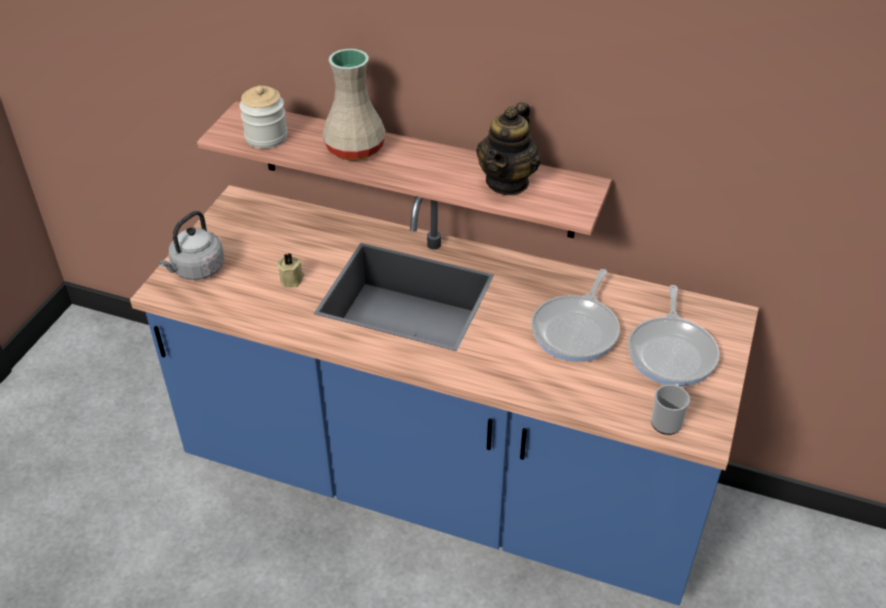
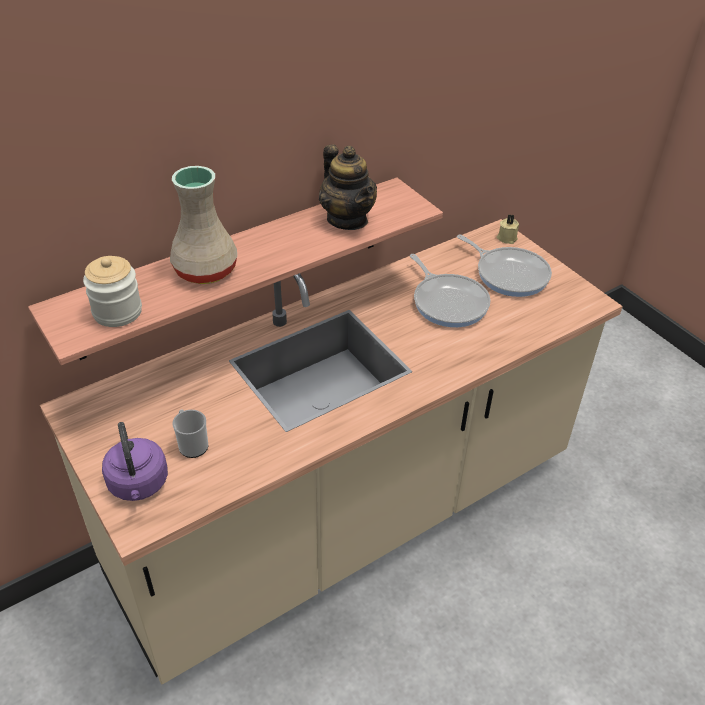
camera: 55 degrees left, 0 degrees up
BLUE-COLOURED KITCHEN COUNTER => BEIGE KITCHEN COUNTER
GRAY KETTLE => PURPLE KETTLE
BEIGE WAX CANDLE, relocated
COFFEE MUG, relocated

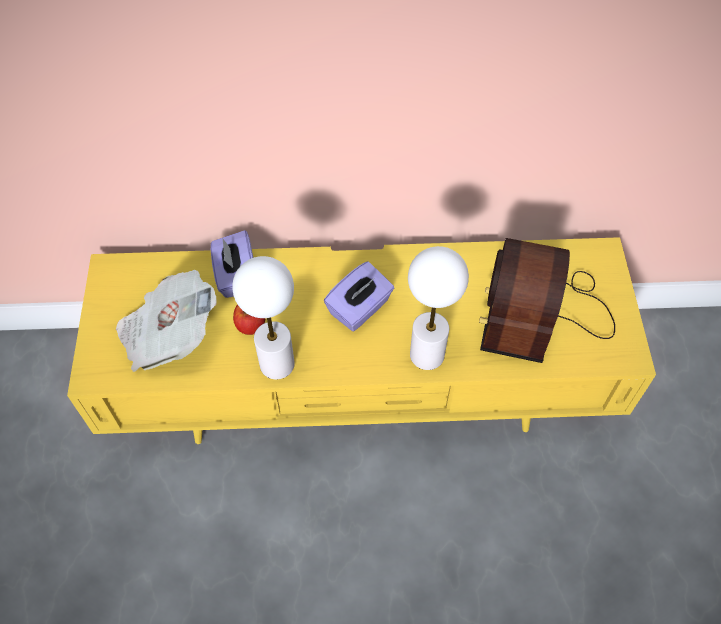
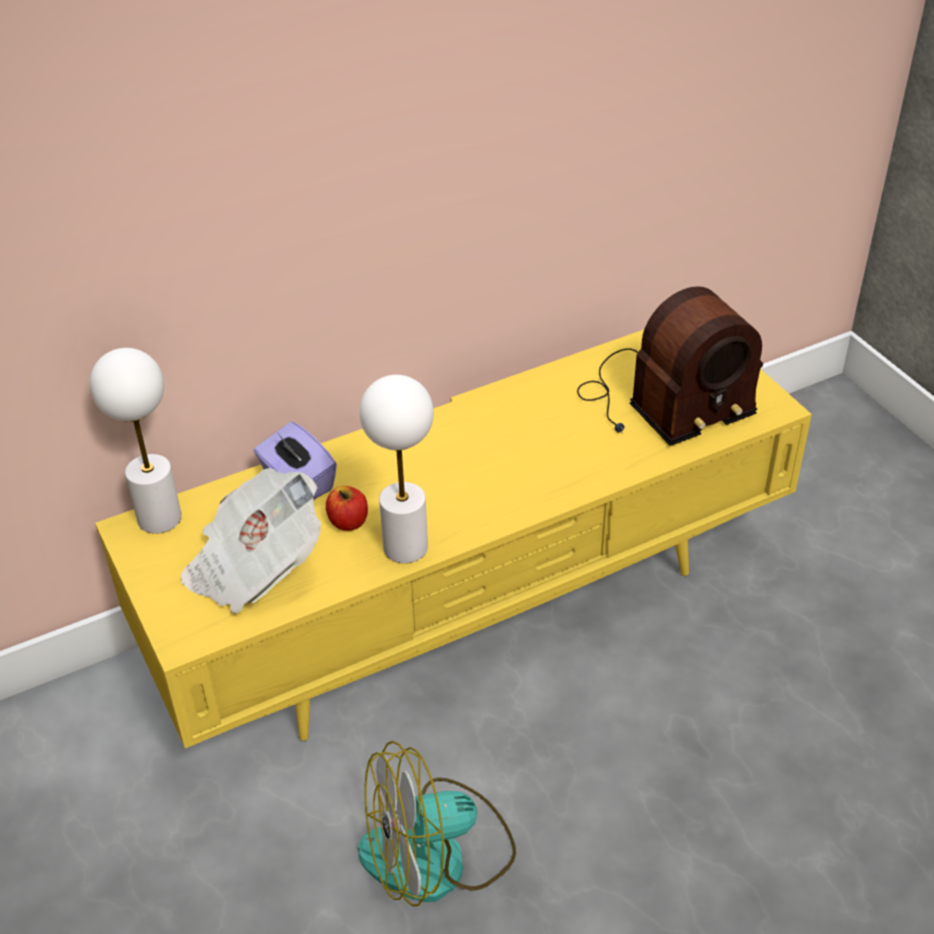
camera: 25 degrees left, 15 degrees down
PURPLE TISSUE BOX (no. 2 from left) => nothing
WHITISH LAMP FOR A TABLE (no. 2 from left in the first image) => WHITISH LAMP FOR A TABLE (no. 1 from left), relocated
RADIO SET, 105 degrees counterclockwise
nothing => COOLING FAN

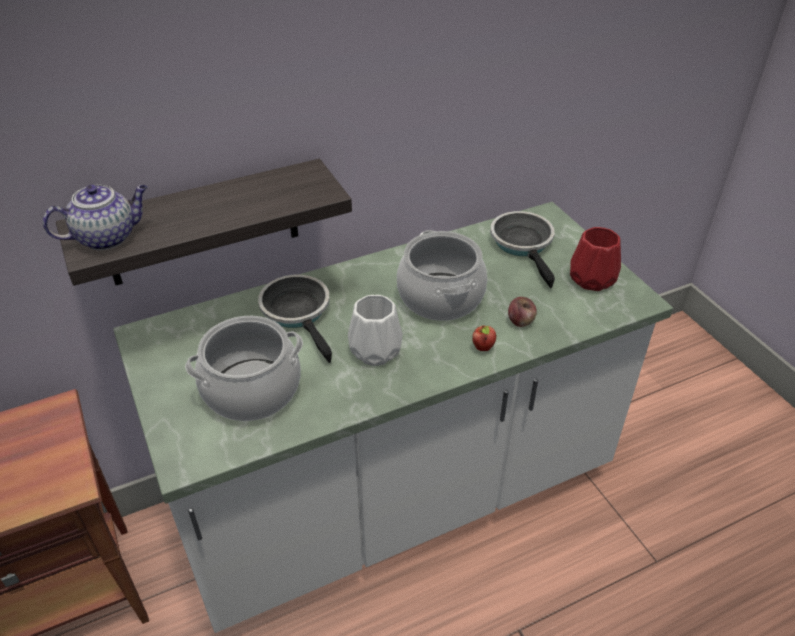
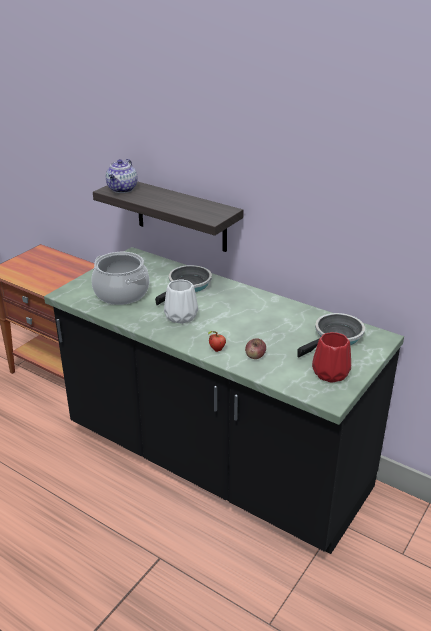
camera: 60 degrees right, 10 degrees down
TEA POT, 75 degrees clockwise
WHITISH KITCHEN COUNTER => BLACK-COLOURED KITCHEN COUNTER
SAUCEPOT (no. 2 from left) => nothing

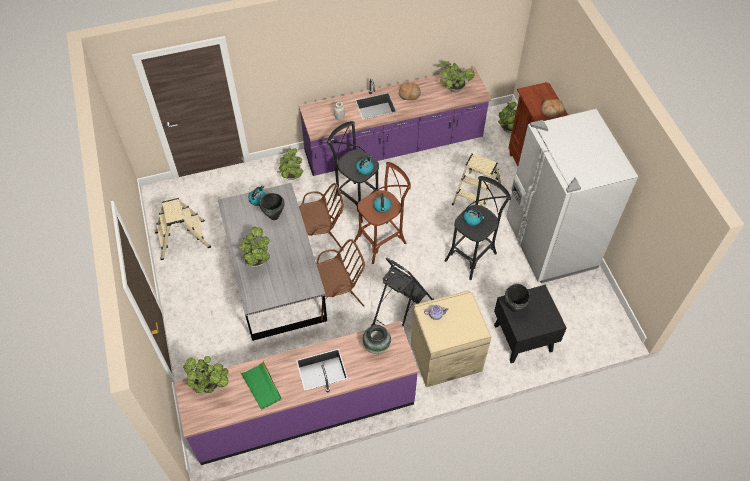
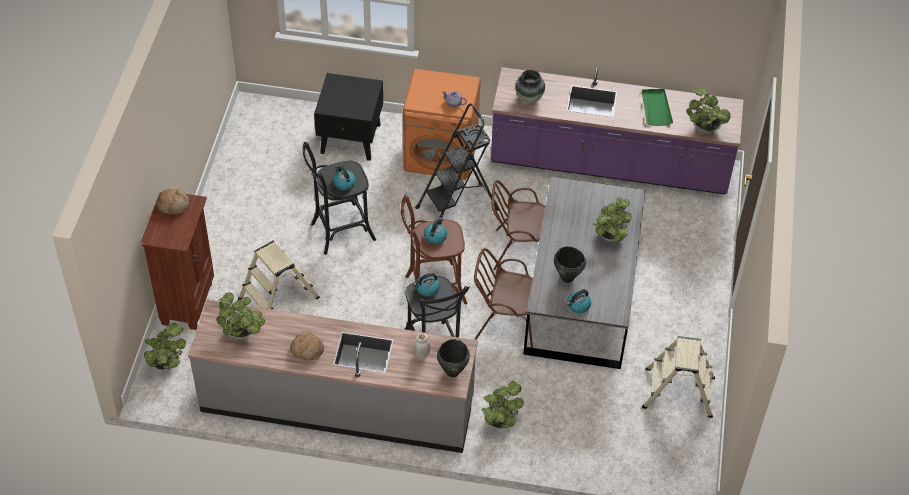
camera: 155 degrees left, 5 degrees down
PURPLE KITCHEN COUNTER (no. 2 from left) => GRAY KITCHEN COUNTER
BEIGE LAUNDRY MACHINE => ORANGE LAUNDRY MACHINE
BLACK-COLOURED SAUCEPOT (no. 2 from left in the first image) => BLACK-COLOURED SAUCEPOT (no. 1 from left), relocated
WHITISH KITCHEN FRIDGE => nothing

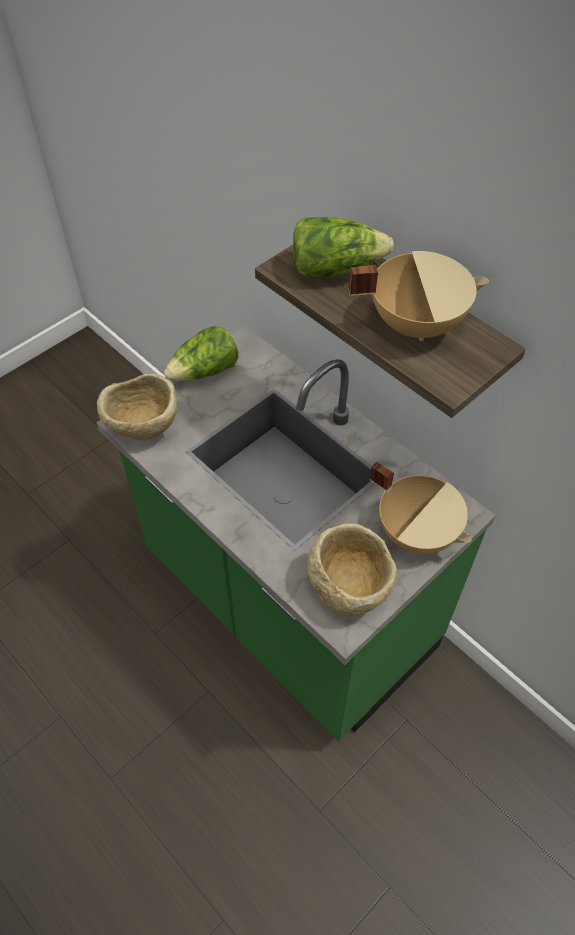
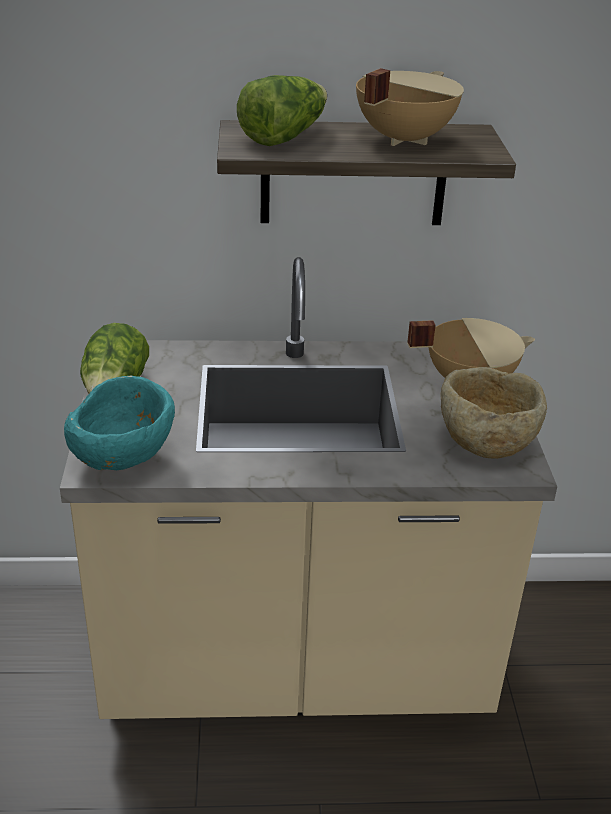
camera: 50 degrees left, 20 degrees down
GREENISH KITCHEN COUNTER => BEIGE KITCHEN COUNTER
BEIGE BOWL (no. 1 from left) => BLUE-GREEN BOWL

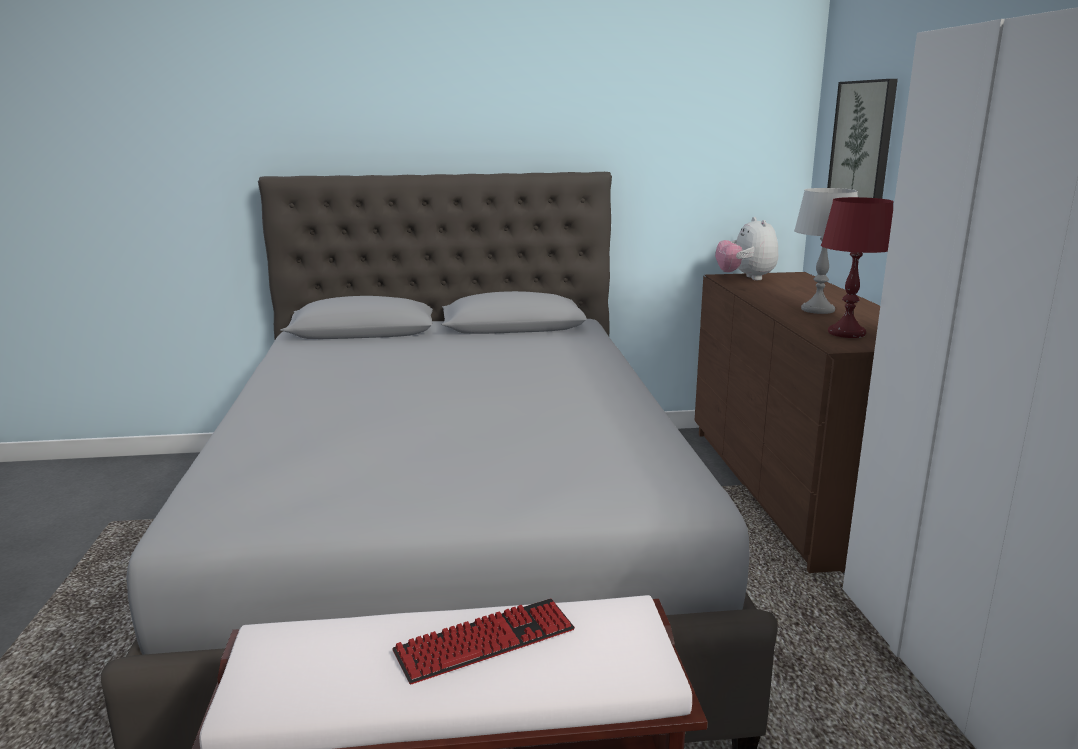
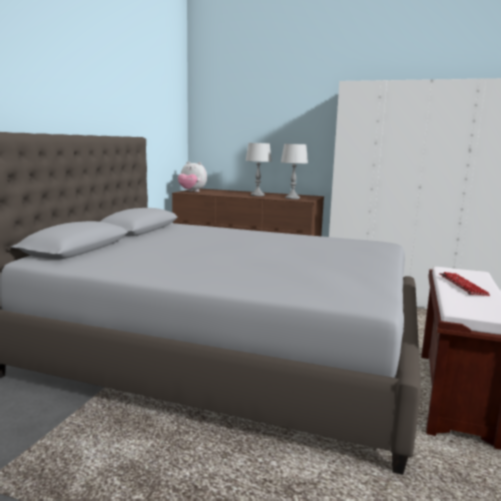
camera: 65 degrees left, 5 degrees down
RED LAMP FOR A TABLE => GRAY LAMP FOR A TABLE (no. 2 from left)
PICTURE => nothing

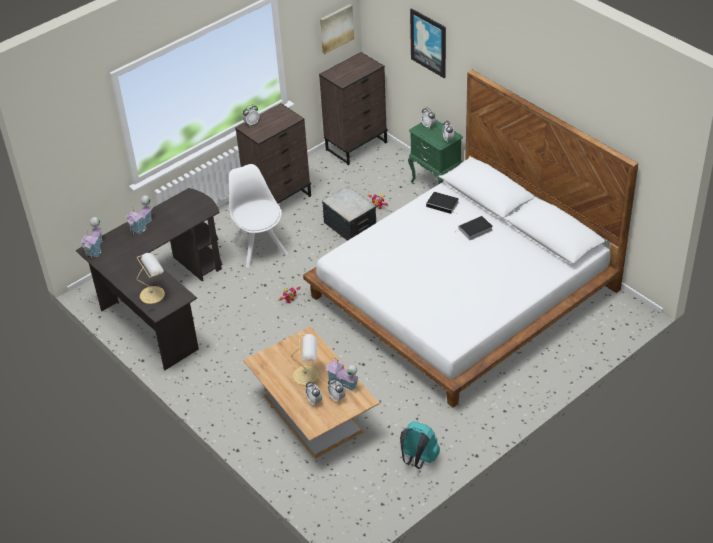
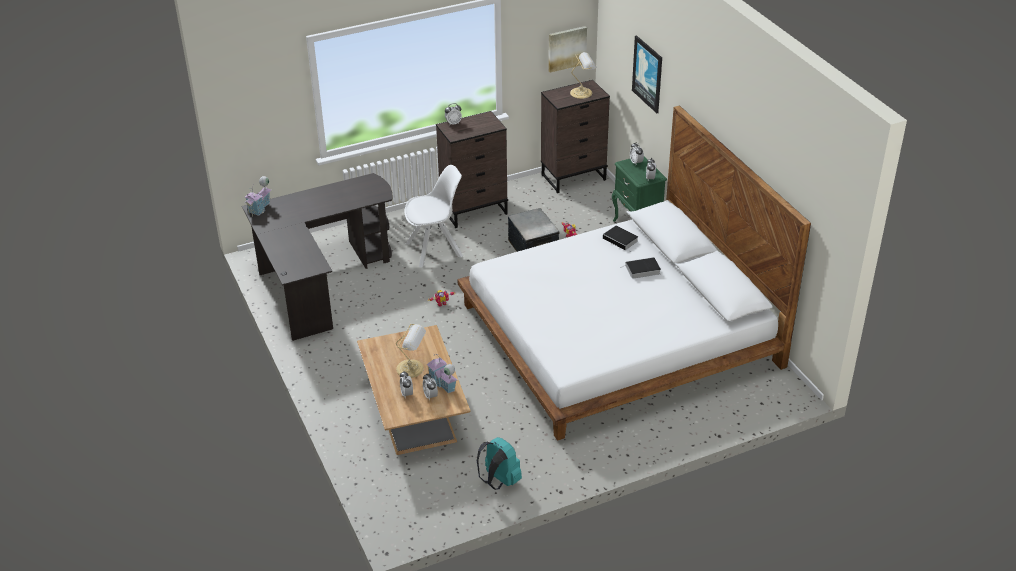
camera: 15 degrees right, 5 degrees down
TOY HOUSE (no. 2 from left) => nothing
LAMP FOR A TABLE (no. 1 from left in the first image) => LAMP FOR A TABLE (no. 2 from left), relocated
WHITISH UPRIGHT CHAIR, 75 degrees clockwise

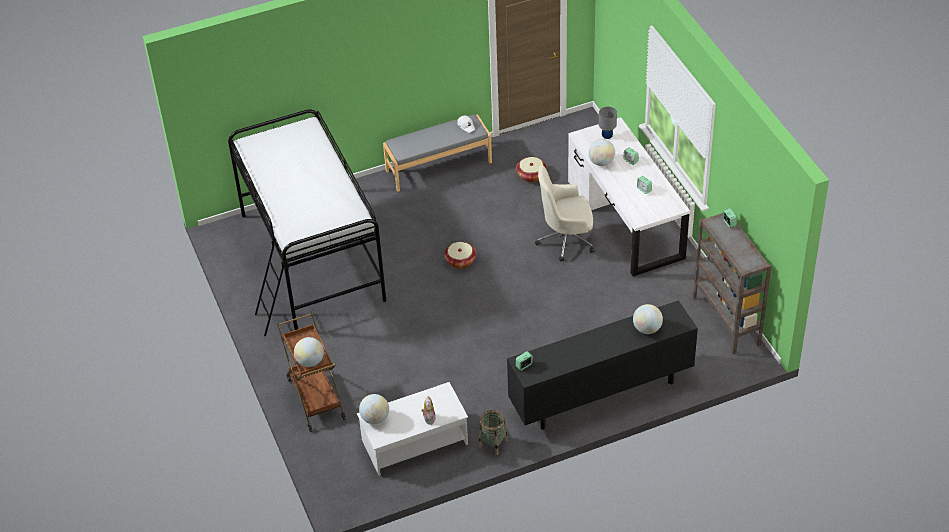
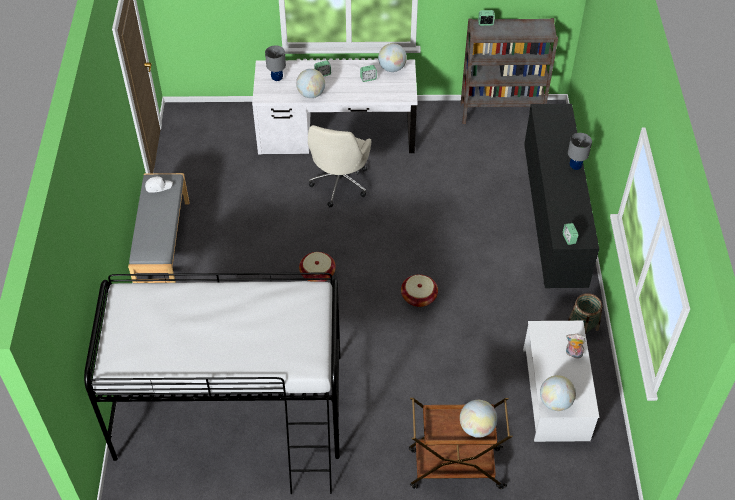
camera: 70 degrees left, 5 degrees up
HOUSEHOLD BASKET (no. 3 from left in the first image) => HOUSEHOLD BASKET (no. 2 from left), relocated
WORLD GLOBE (no. 4 from left in the first image) => WORLD GLOBE (no. 2 from left), relocated
nothing => GRAY LAMP FOR A TABLE (no. 2 from left)

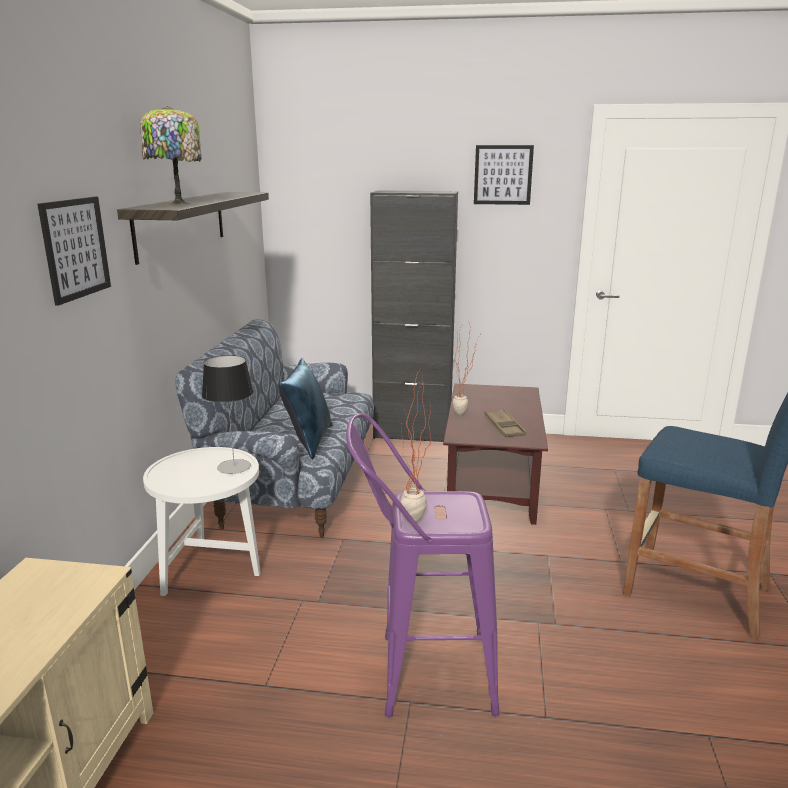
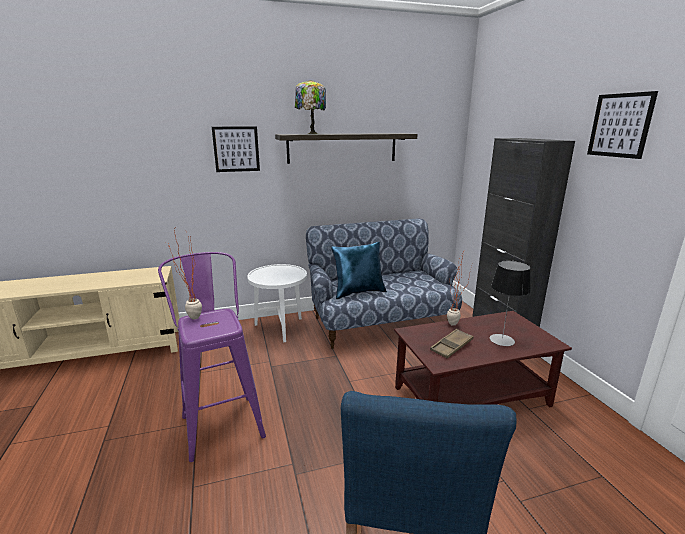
camera: 65 degrees right, 0 degrees up
LAMP FOR A TABLE (no. 2 from left), relocated

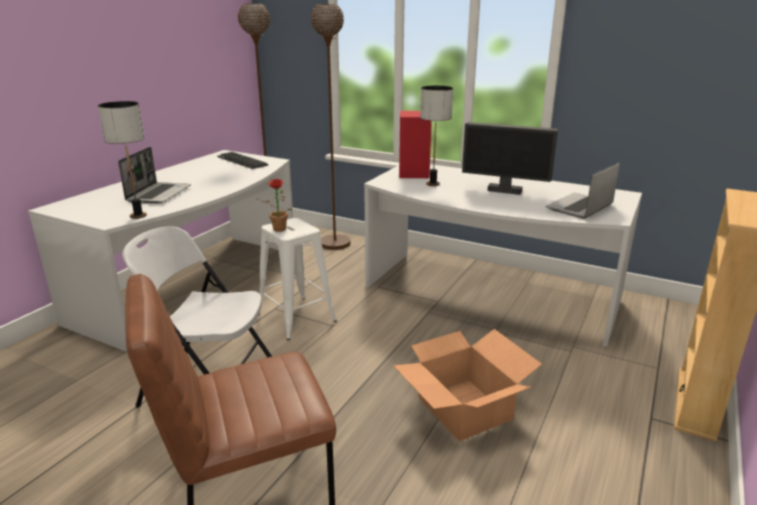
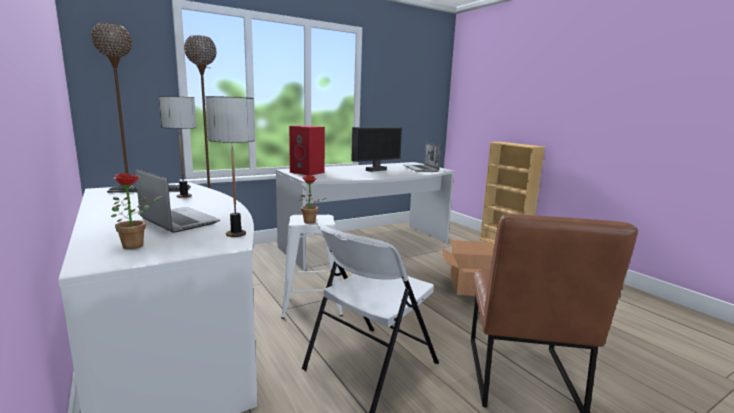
camera: 60 degrees left, 10 degrees down
LAMP FOR A TABLE (no. 2 from left in the first image) => LAMP FOR A TABLE (no. 1 from left), relocated
nothing => HOUSEPLANT (no. 1 from left)

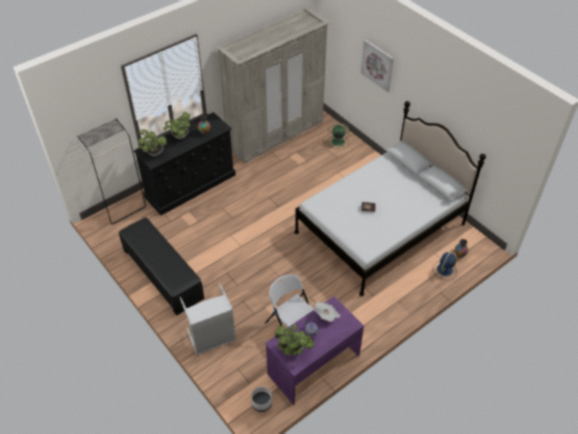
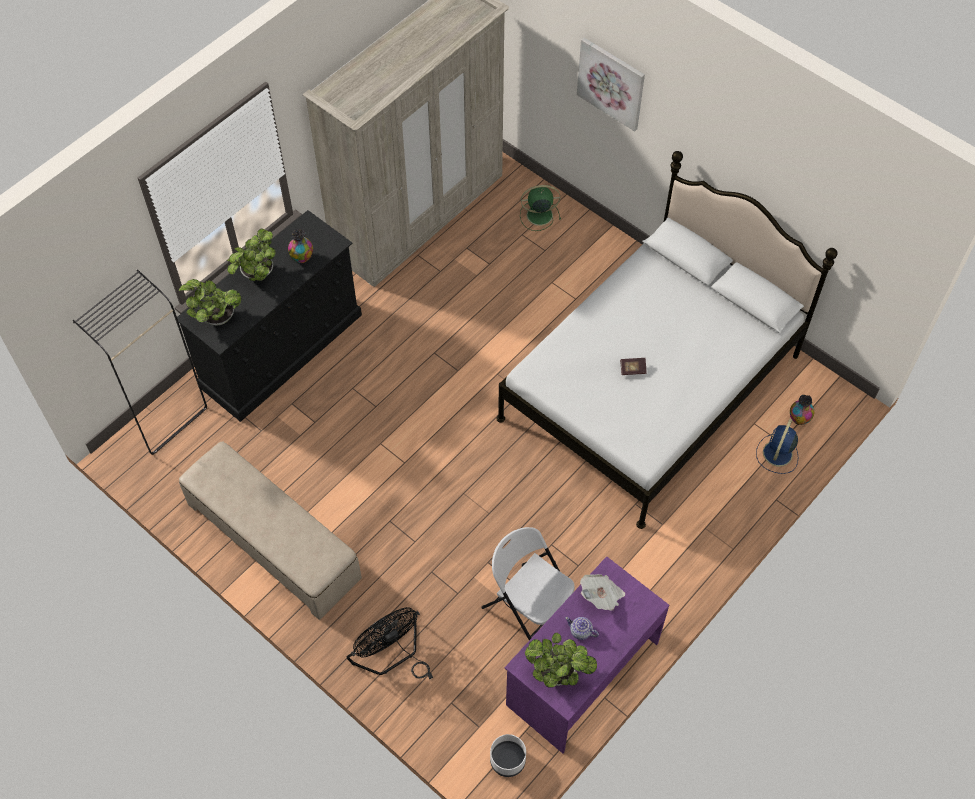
camera: 10 degrees left, 10 degrees up
BLACK-COLOURED LONG SEAT => BEIGE LONG SEAT
GRAY LAUNDRY BASKET => BLACK-COLOURED COOLING FAN

